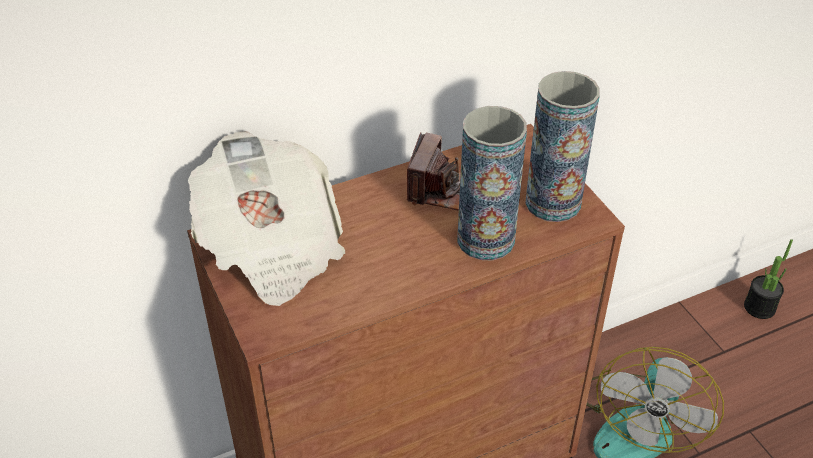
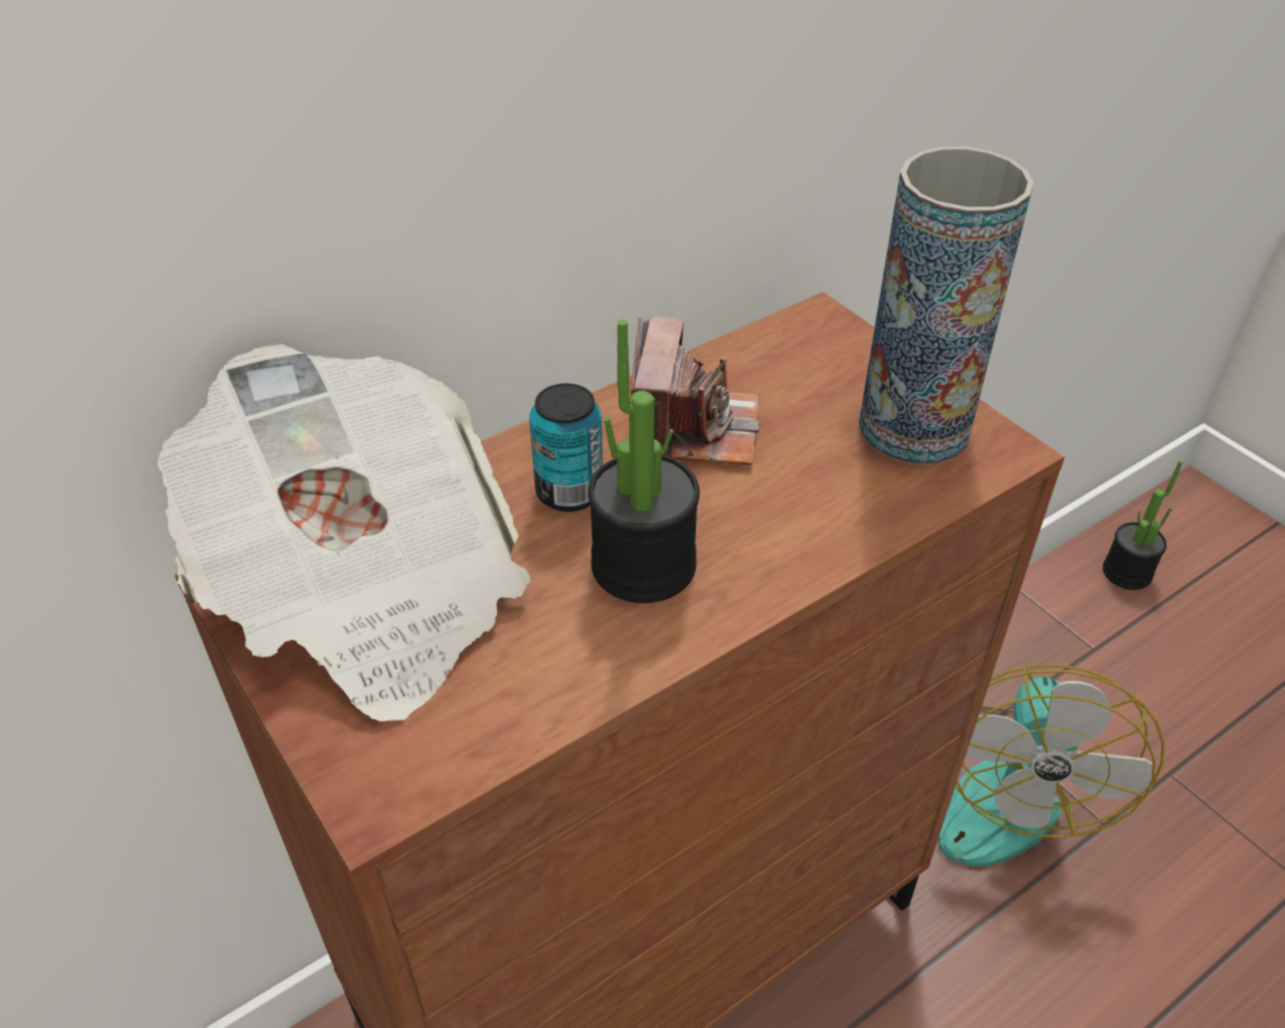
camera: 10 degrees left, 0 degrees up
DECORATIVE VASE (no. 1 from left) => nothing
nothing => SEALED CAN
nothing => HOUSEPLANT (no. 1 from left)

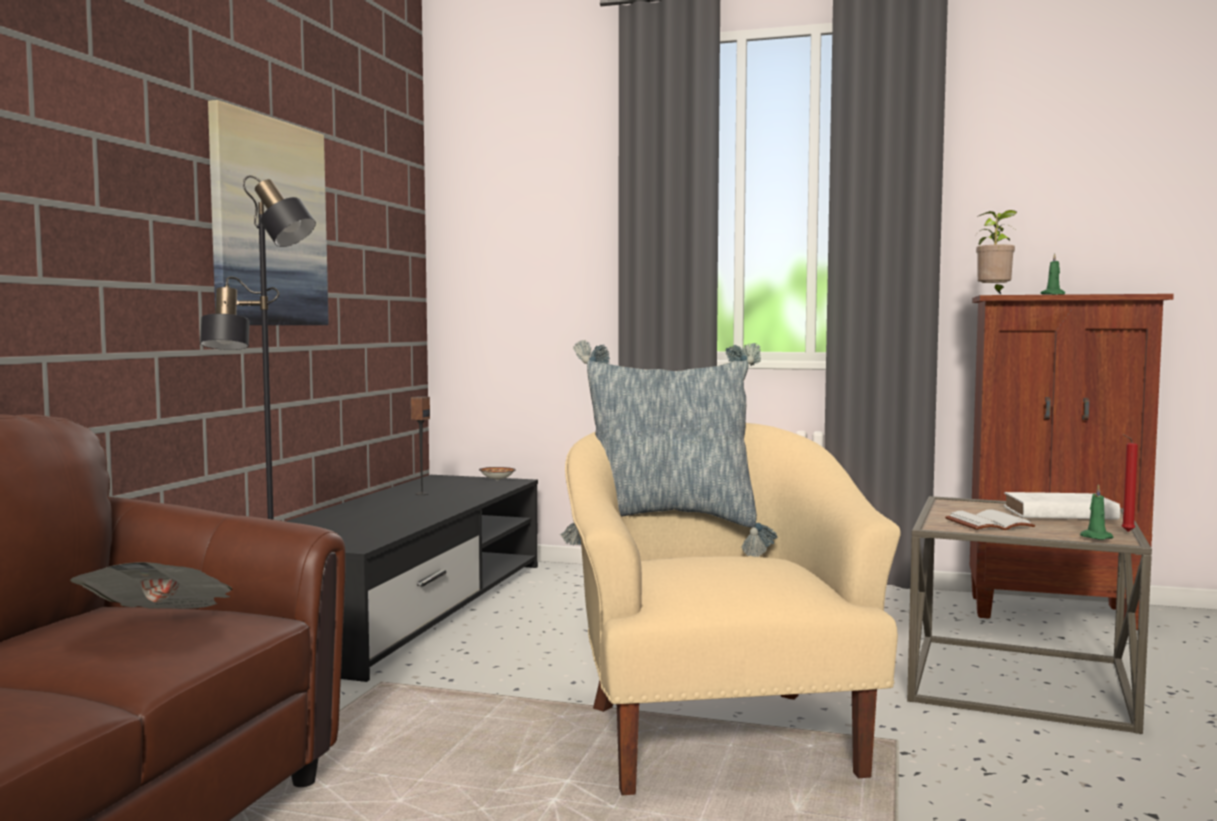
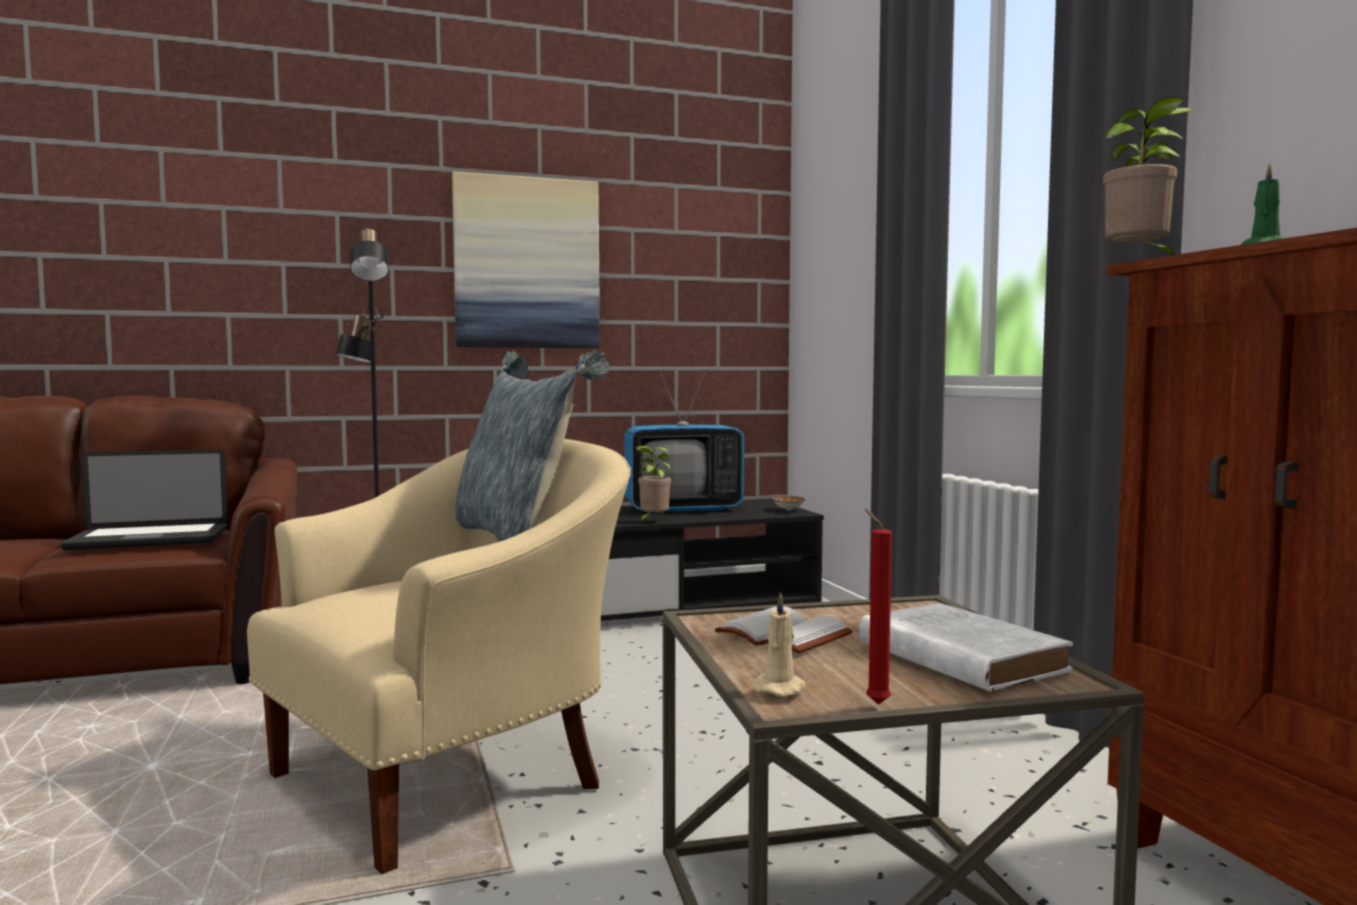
camera: 55 degrees right, 0 degrees up
NEWSPAPER => NOTEBOOK COMPUTER
SPEAKER => TV
GREENISH WAX CANDLE (no. 2 from left) => BEIGE WAX CANDLE
nothing => HOUSEPLANT (no. 1 from left)

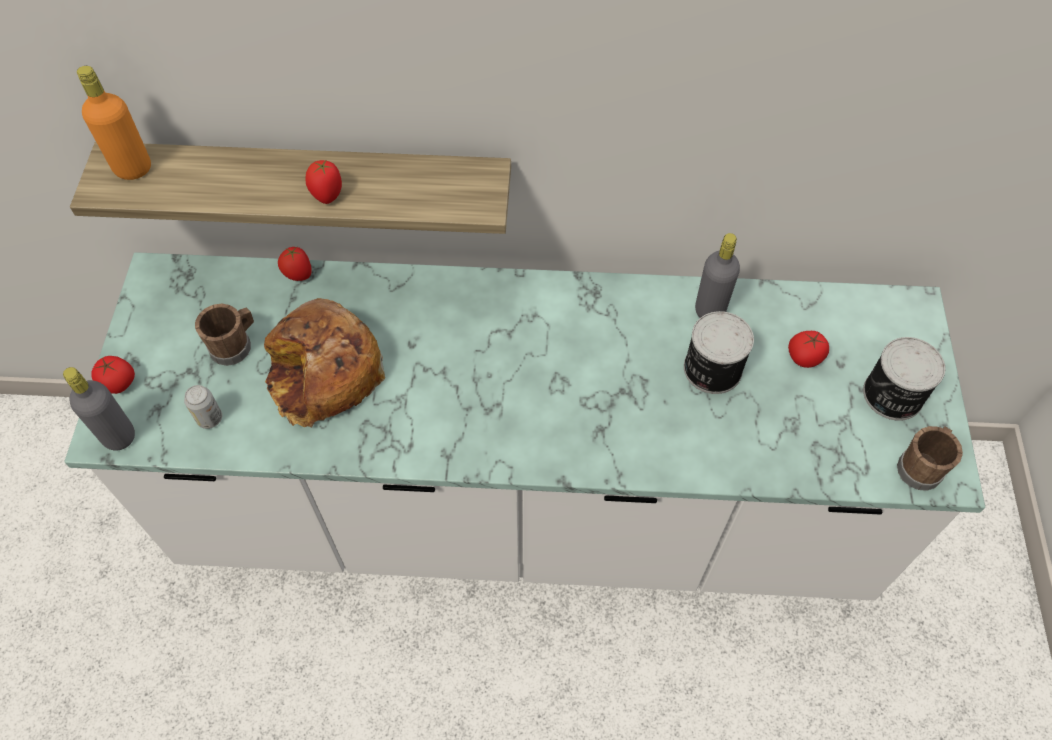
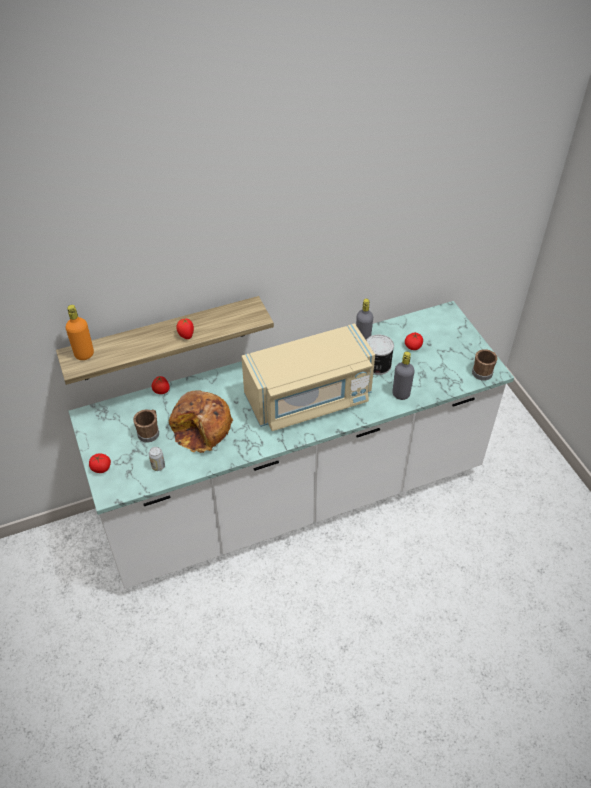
camera: 25 degrees left, 10 degrees down
GRAY BEVERAGE BOTTLE (no. 1 from left in the first image) => GRAY BEVERAGE BOTTLE (no. 2 from left), relocated
SEALED CAN (no. 3 from left) => nothing
nothing => BEIGE MICROWAVE

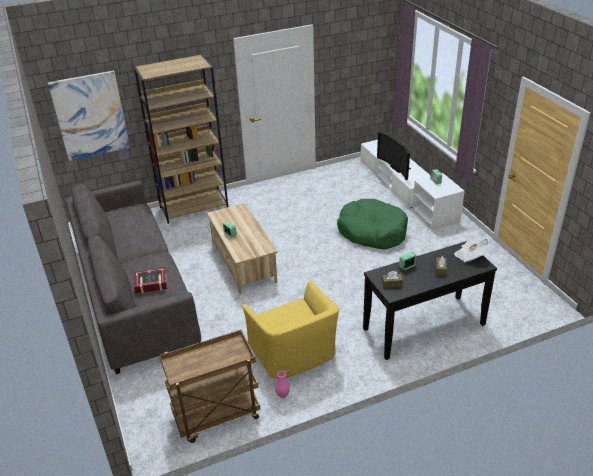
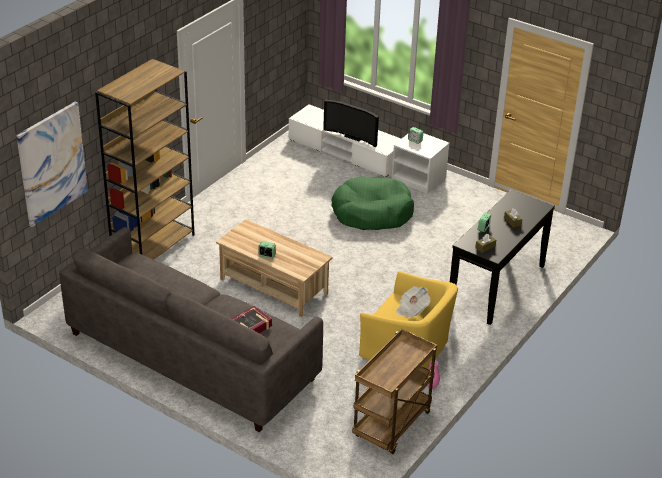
camera: 35 degrees left, 0 degrees up
NEWSPAPER, relocated

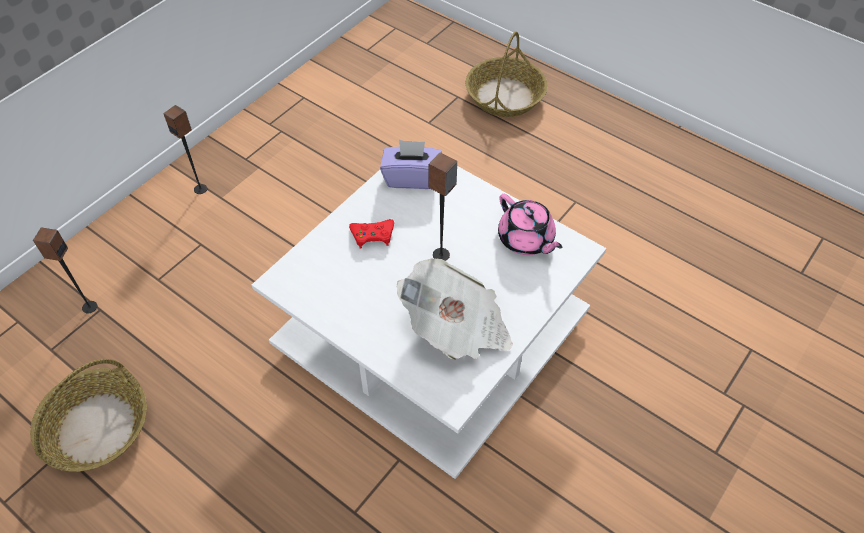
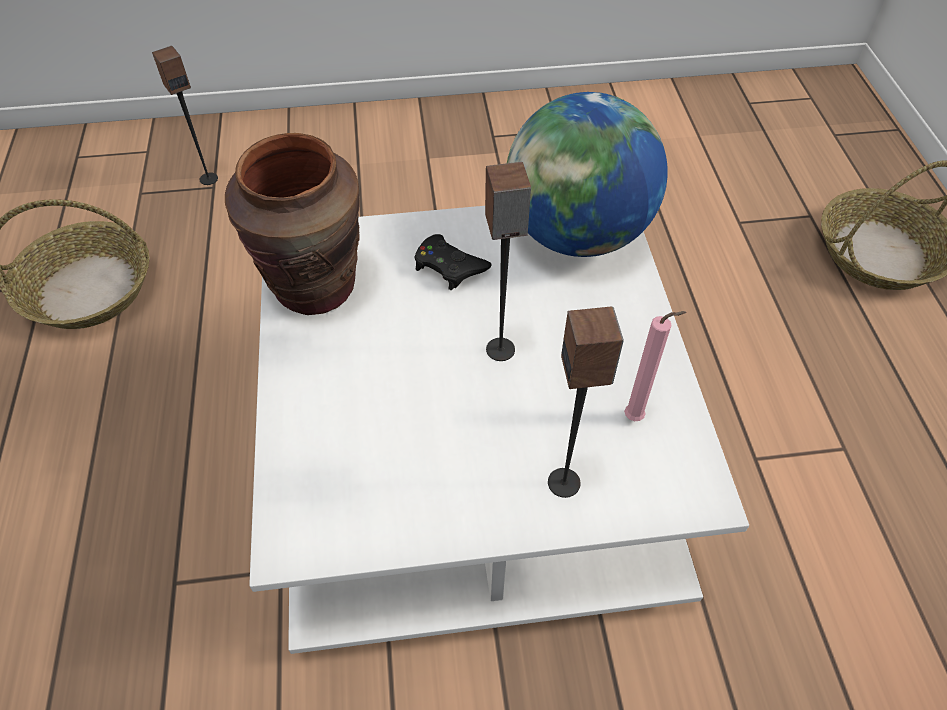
camera: 45 degrees right, 0 degrees up
SPEAKER (no. 2 from left in the first image) => SPEAKER (no. 3 from left), relocated
RED GAME CONTROLLER => BLACK-COLOURED GAME CONTROLLER
PURPLE TISSUE BOX => WORLD GLOBE
NEWSPAPER => nothing
PINK-COLOURED TEA POT => PINK-COLOURED WAX CANDLE
nothing => BROWNISH DECORATIVE VASE

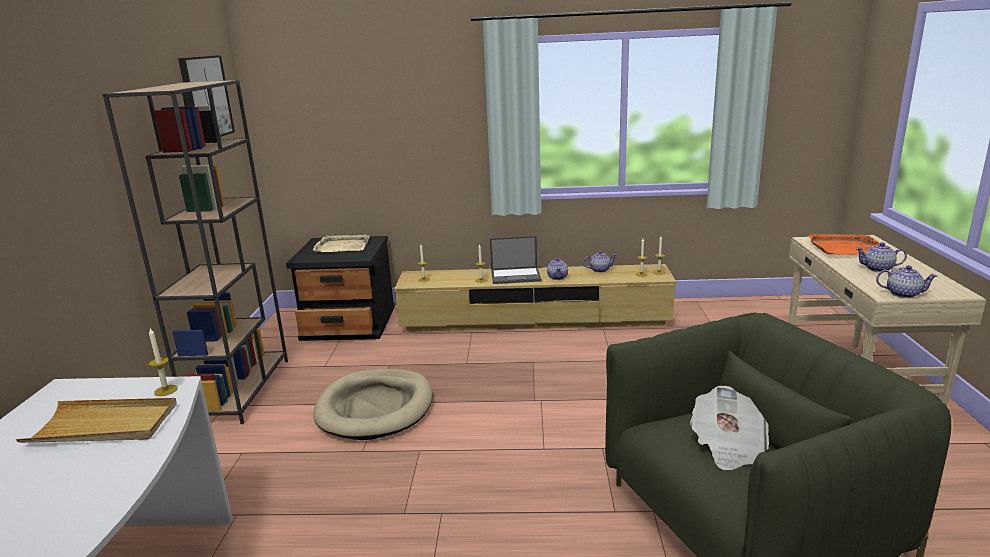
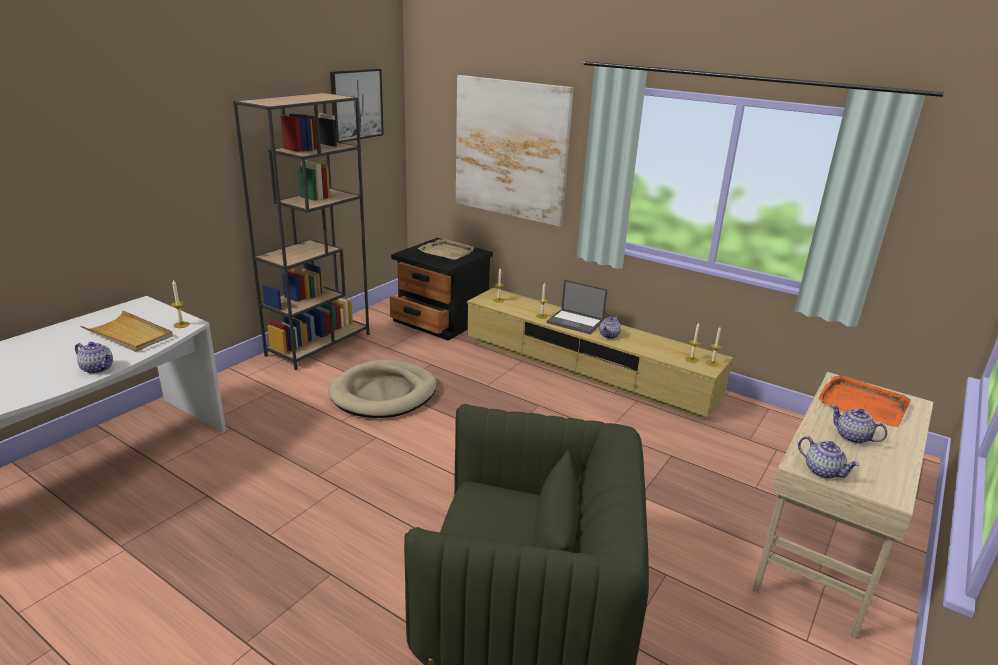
camera: 30 degrees right, 5 degrees up
TEA POT (no. 2 from left in the first image) => TEA POT (no. 1 from left), relocated
NEWSPAPER => nothing
nothing => PICTURE (no. 2 from left)

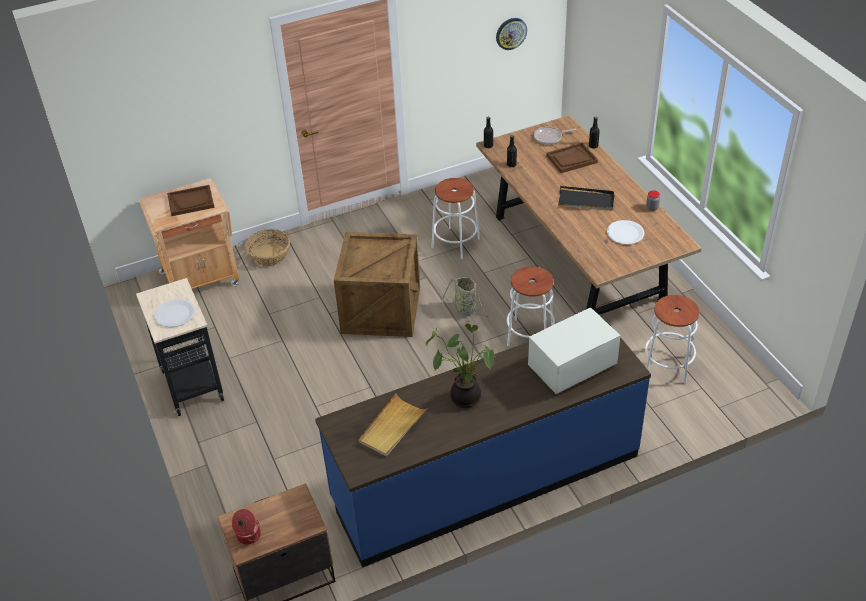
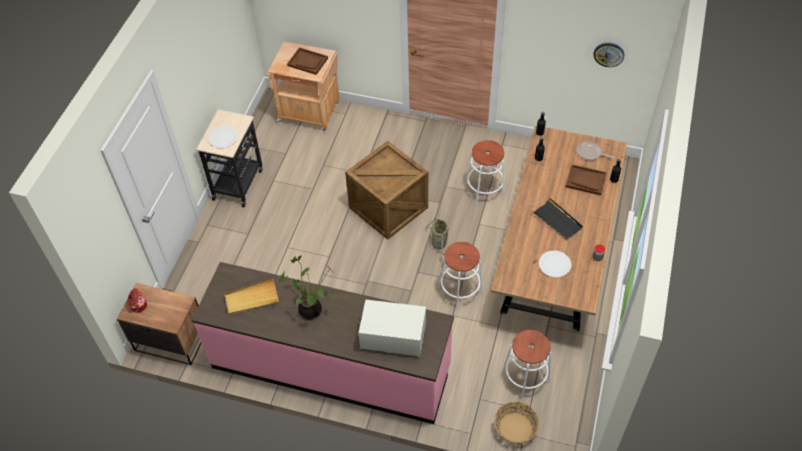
camera: 40 degrees right, 10 degrees up
HOUSEHOLD BASKET (no. 1 from left in the first image) => HOUSEHOLD BASKET (no. 2 from left), relocated
BLUE-COLOURED KITCHEN COUNTER => PINK-COLOURED KITCHEN COUNTER

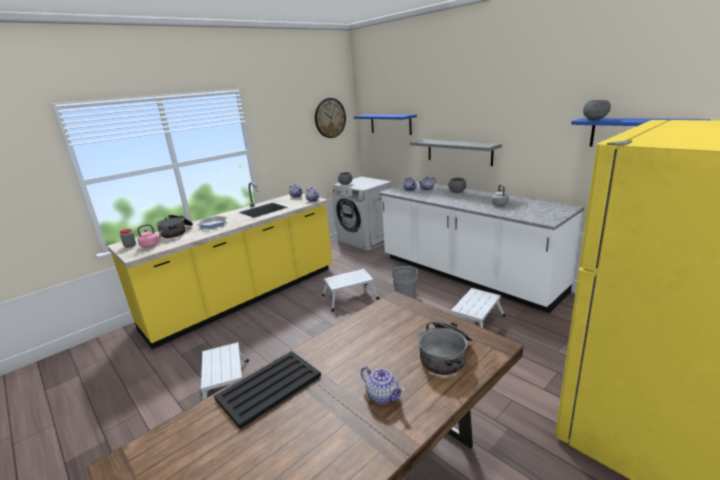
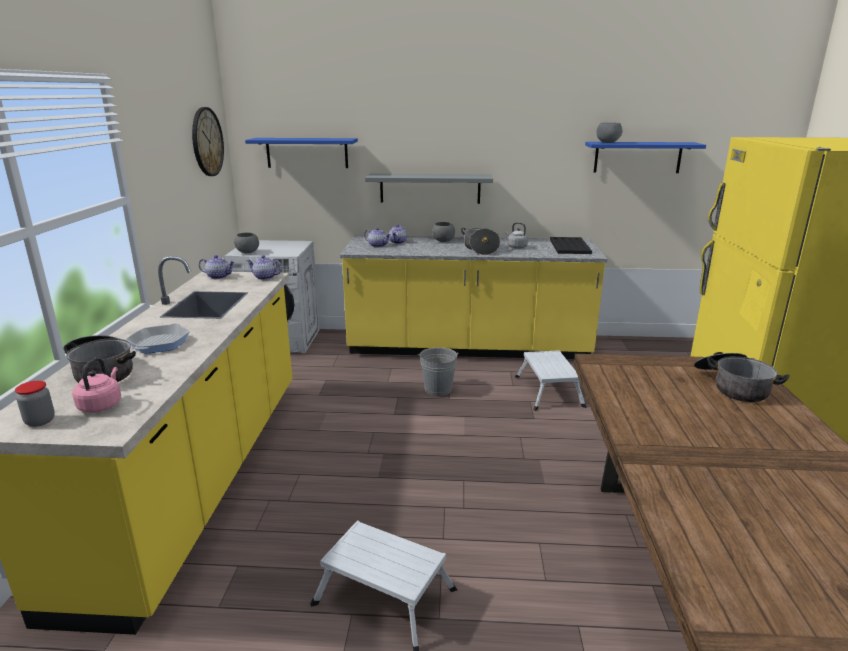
camera: 45 degrees left, 0 degrees up
BLACK-COLOURED SERVING TRAY, relocated
WHITISH STEP STOOL (no. 2 from left) => nothing
TEA POT (no. 3 from left) => nothing
WHITISH KITCHEN COUNTER => YELLOW-COLOURED KITCHEN COUNTER (no. 2 from left)
nothing => SAUCEPOT (no. 2 from left)

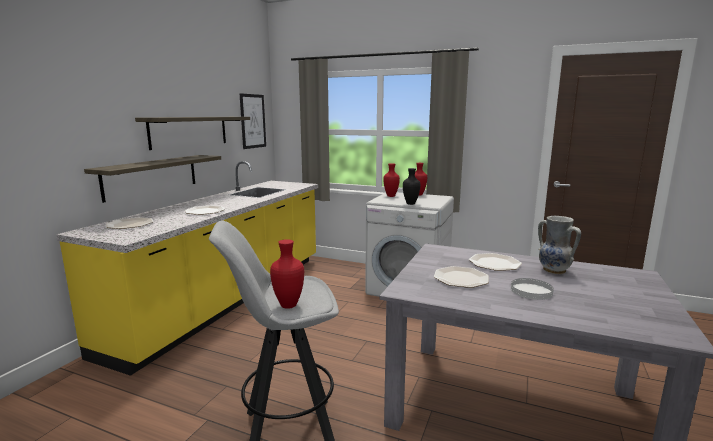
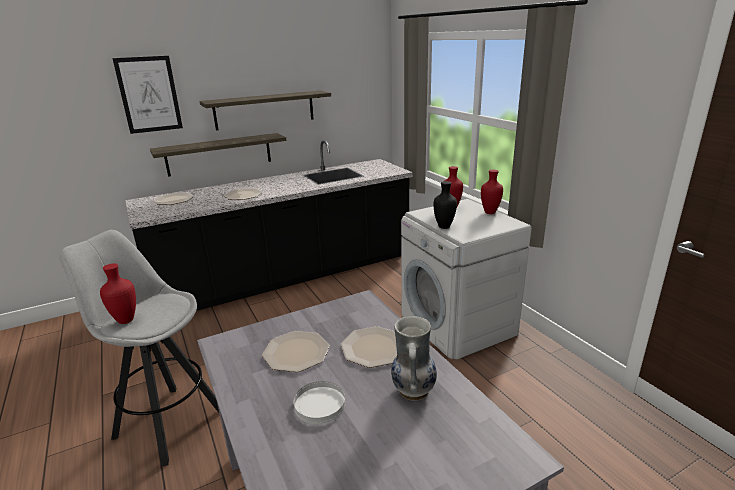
camera: 40 degrees right, 10 degrees up
YELLOW-COLOURED KITCHEN COUNTER => BLACK-COLOURED KITCHEN COUNTER
PICTURE, relocated

